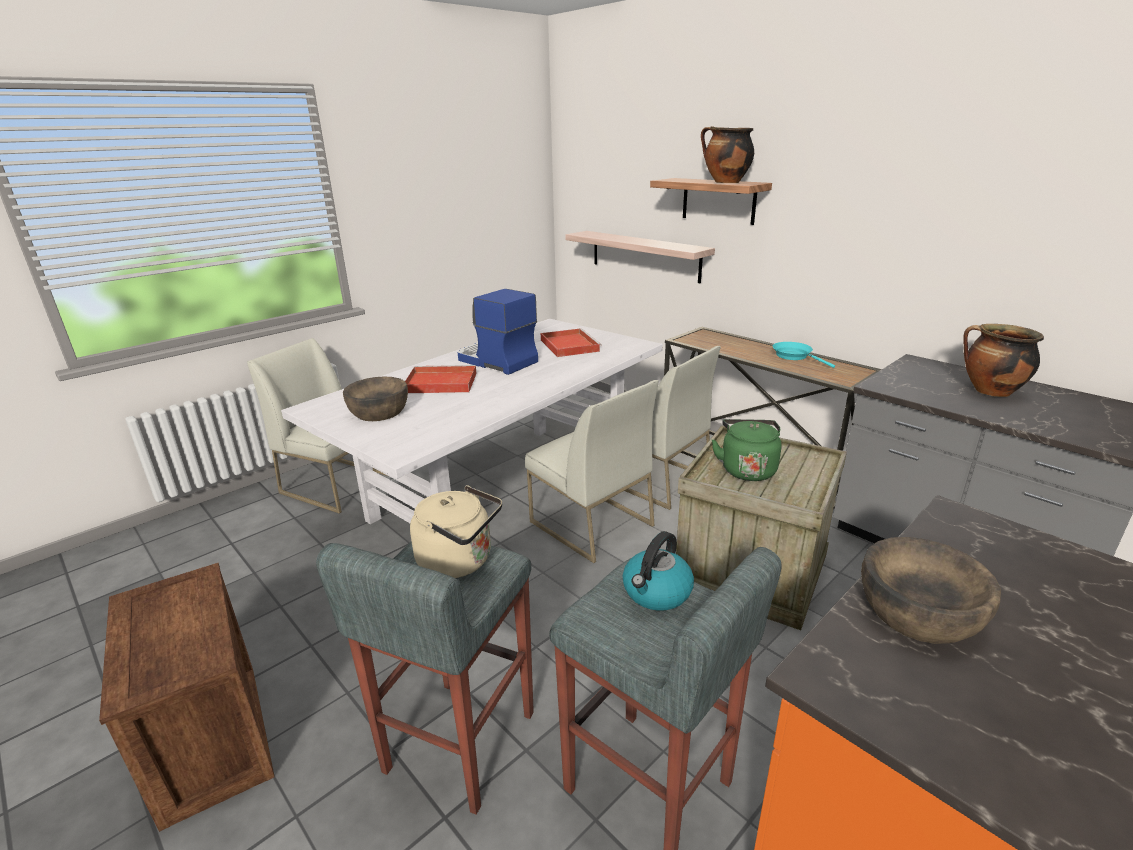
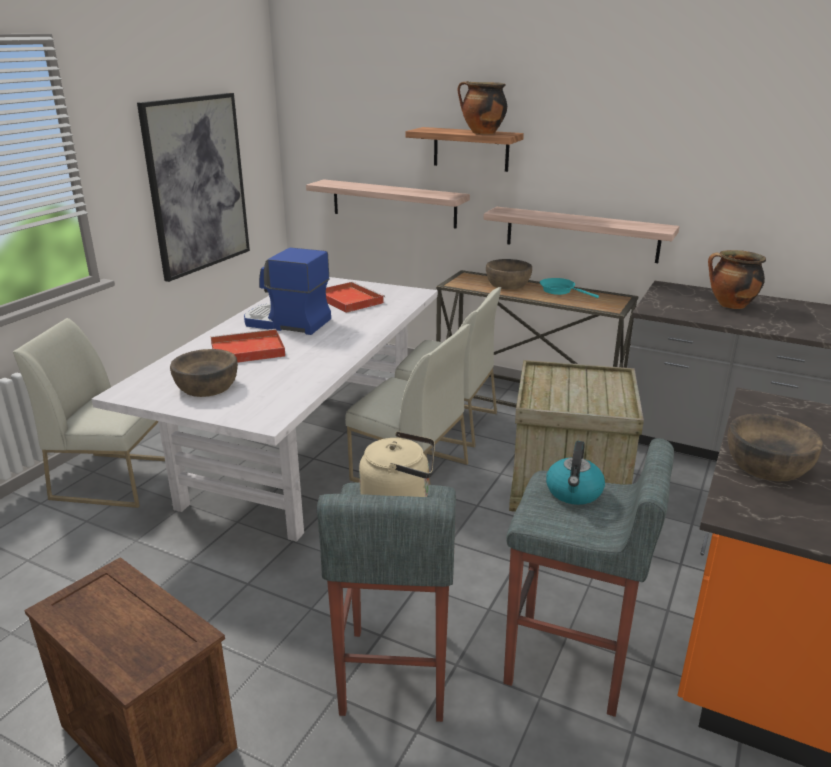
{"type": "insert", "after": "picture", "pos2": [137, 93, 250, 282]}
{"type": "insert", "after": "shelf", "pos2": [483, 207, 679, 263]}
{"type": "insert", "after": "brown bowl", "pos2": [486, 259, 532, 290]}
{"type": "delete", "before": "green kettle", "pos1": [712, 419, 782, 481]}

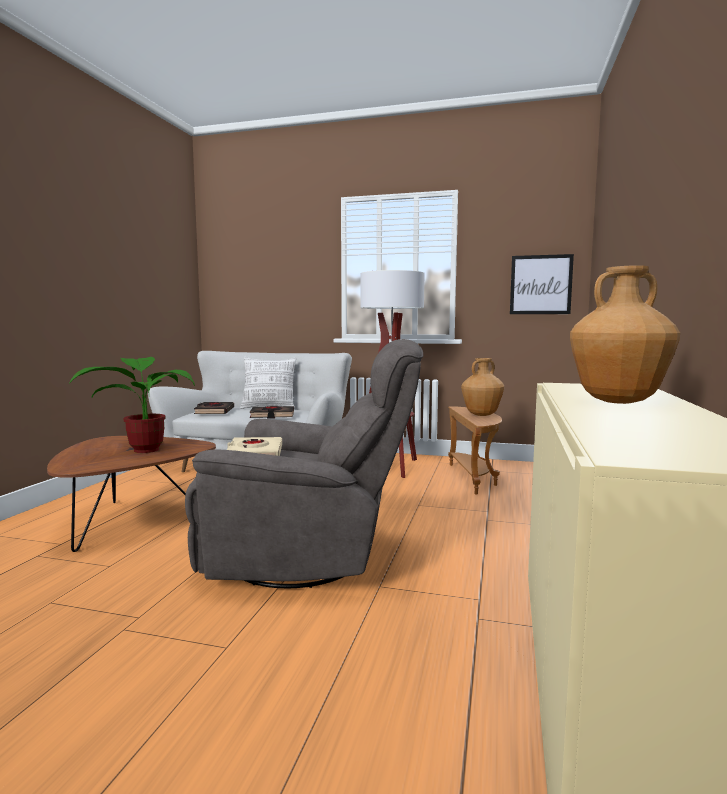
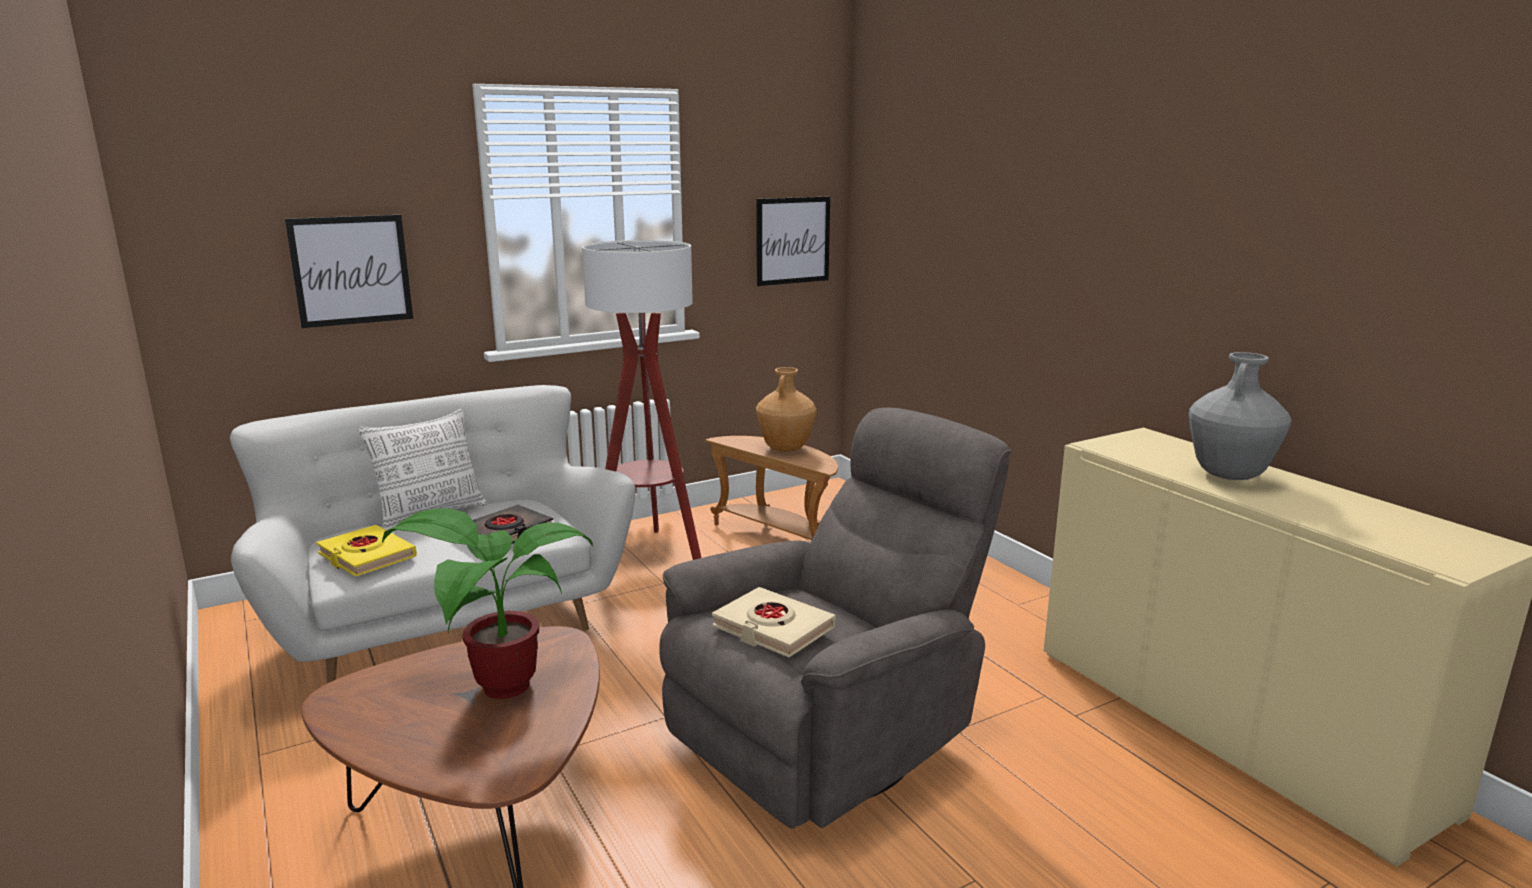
{"type": "insert", "after": "picture", "pos2": [285, 215, 413, 328]}
{"type": "recolor", "before": "black book", "after": "yellow book", "pos1": [194, 402, 234, 414], "pos2": [316, 525, 417, 577]}
{"type": "recolor", "before": "brown vase", "after": "grey vase", "pos1": [570, 265, 680, 404], "pos2": [1189, 352, 1292, 480]}

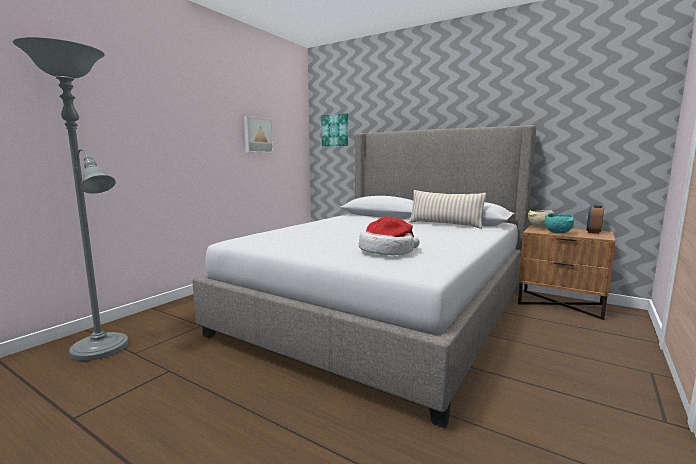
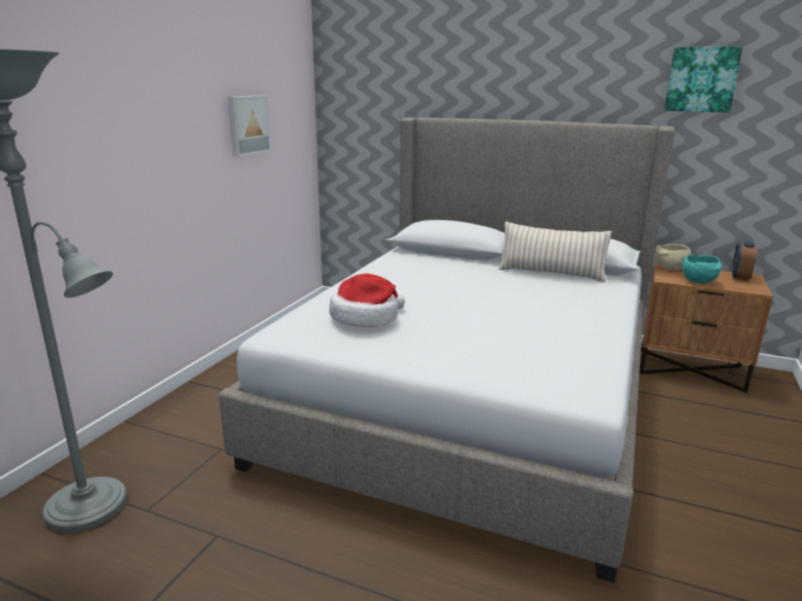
{"type": "move", "before": "hat", "pos1": [359, 217, 420, 255], "pos2": [329, 274, 405, 327]}
{"type": "move", "before": "picture", "pos1": [321, 113, 348, 146], "pos2": [665, 46, 743, 112]}

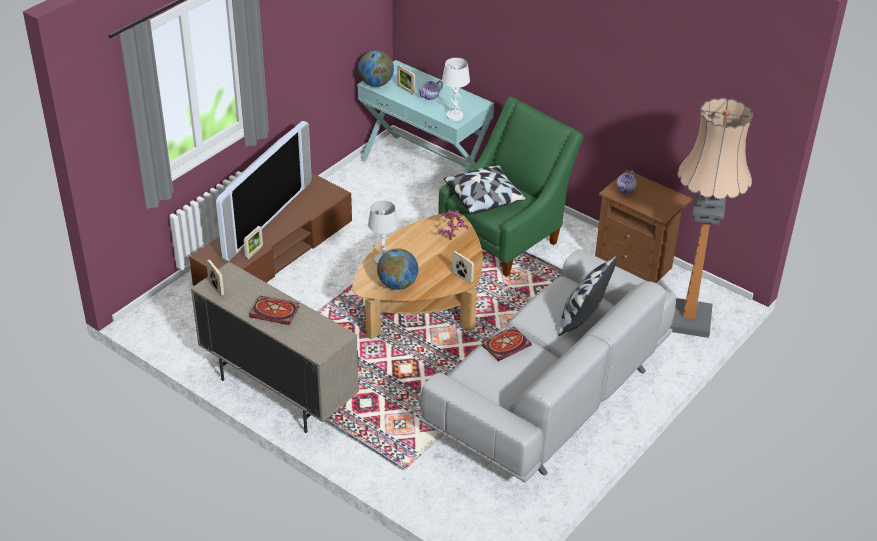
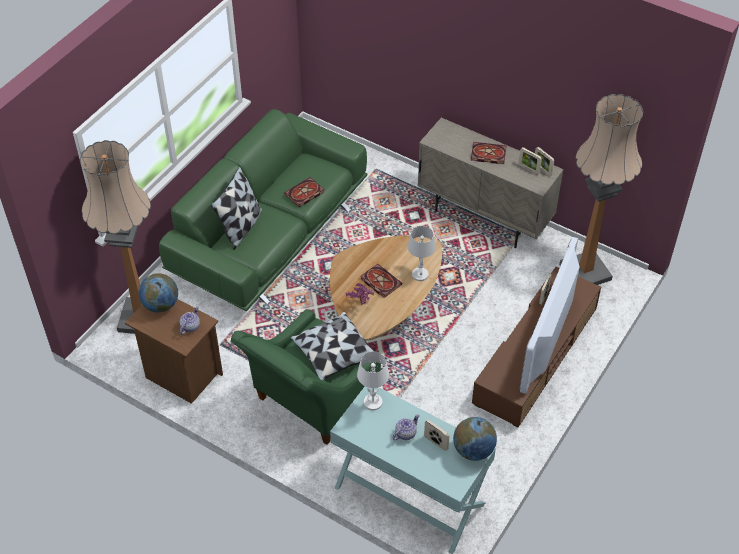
{"type": "move", "before": "globe", "pos1": [377, 249, 418, 290], "pos2": [139, 273, 178, 313]}
{"type": "recolor", "before": "grey sofa", "after": "green sofa", "pos1": [420, 249, 676, 483], "pos2": [159, 109, 368, 311]}
{"type": "insert", "after": "book", "pos2": [360, 264, 402, 298]}
{"type": "move", "before": "picture frame", "pos1": [452, 251, 474, 284], "pos2": [518, 147, 542, 175]}
{"type": "insert", "after": "floor lamp", "pos2": [559, 94, 643, 285]}

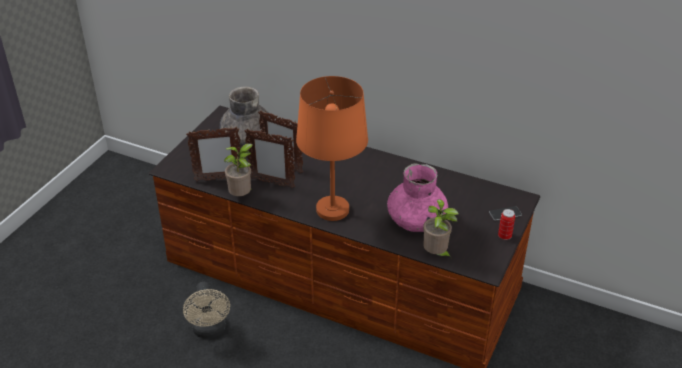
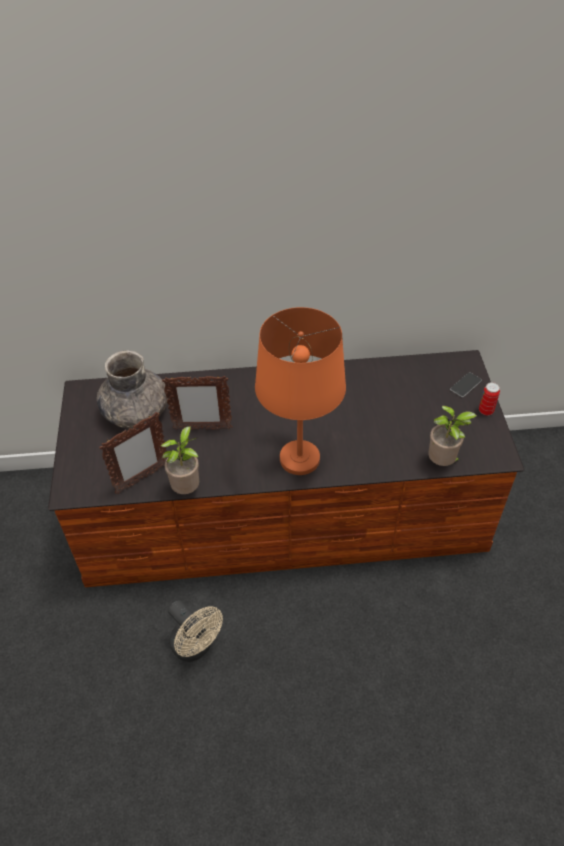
{"type": "delete", "before": "picture frame", "pos1": [244, 129, 295, 188]}
{"type": "delete", "before": "pink vase", "pos1": [387, 163, 448, 232]}

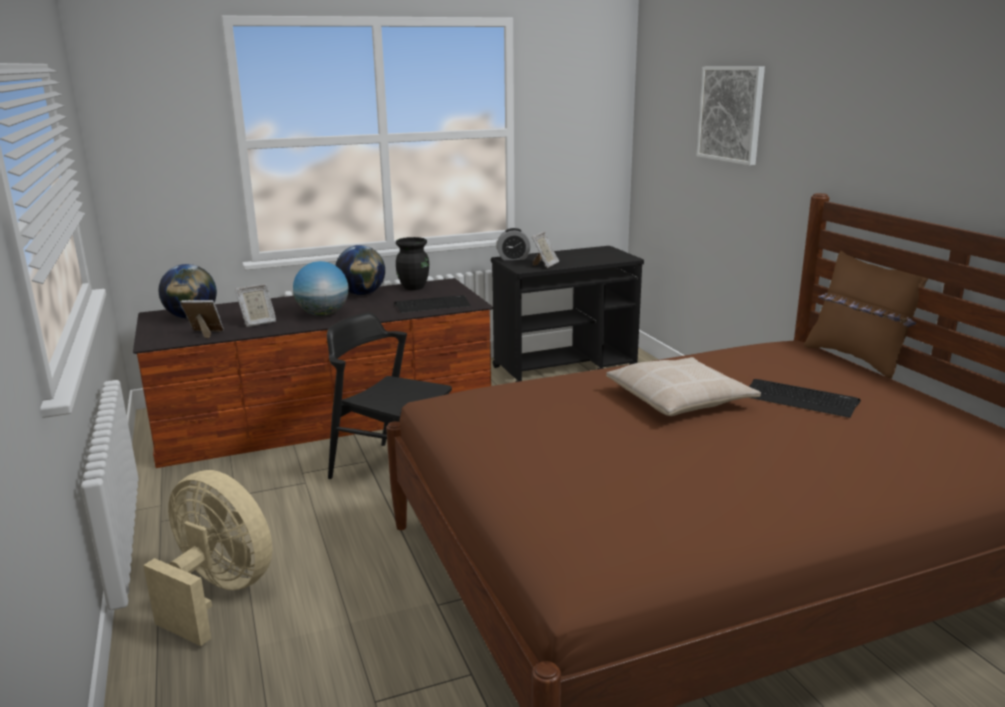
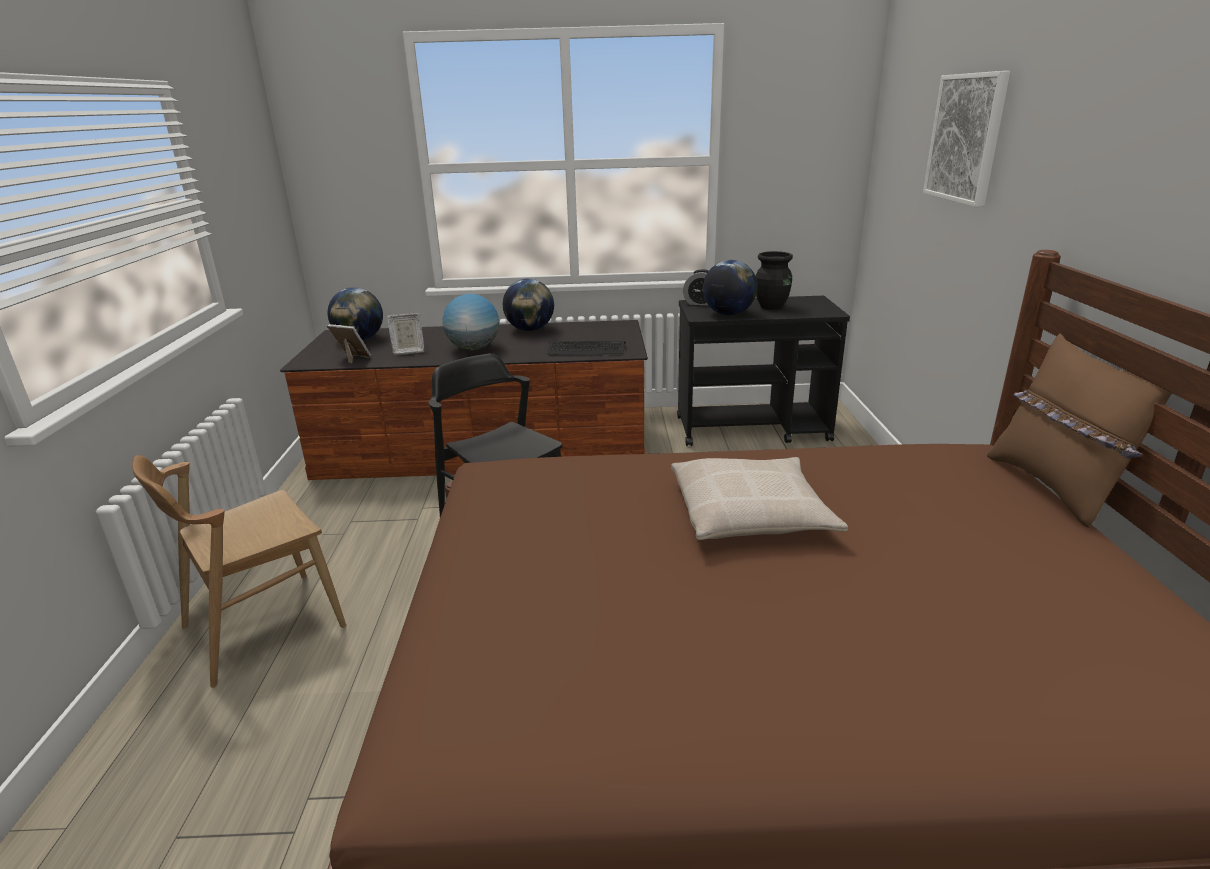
{"type": "replace", "before": "beige fan", "after": "brown chair", "pos1": [143, 470, 272, 646], "pos2": [132, 455, 346, 688]}
{"type": "replace", "before": "picture frame", "after": "globe", "pos1": [532, 232, 559, 268], "pos2": [703, 260, 758, 315]}
{"type": "move", "before": "black vase", "pos1": [396, 237, 429, 290], "pos2": [756, 251, 793, 310]}
{"type": "delete", "before": "keyboard", "pos1": [749, 379, 861, 418]}

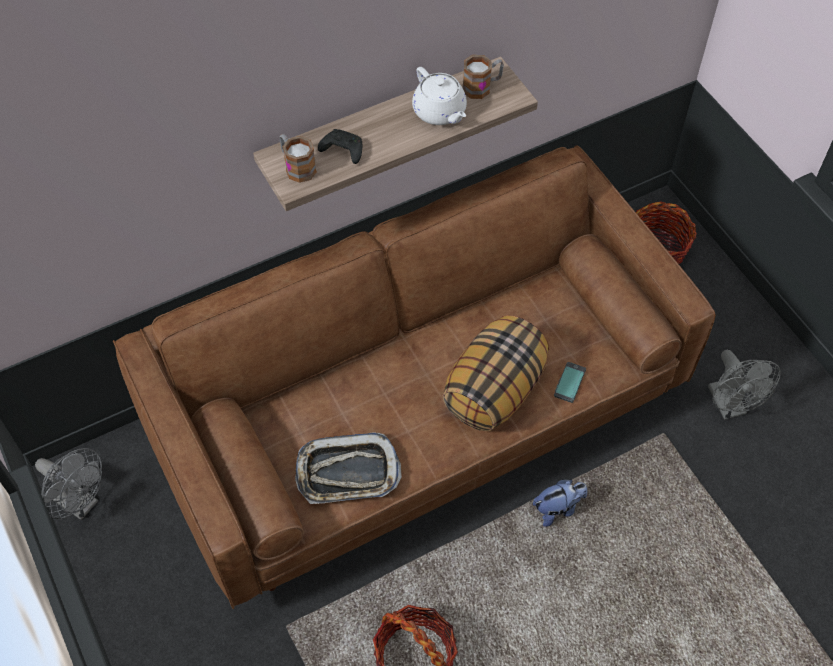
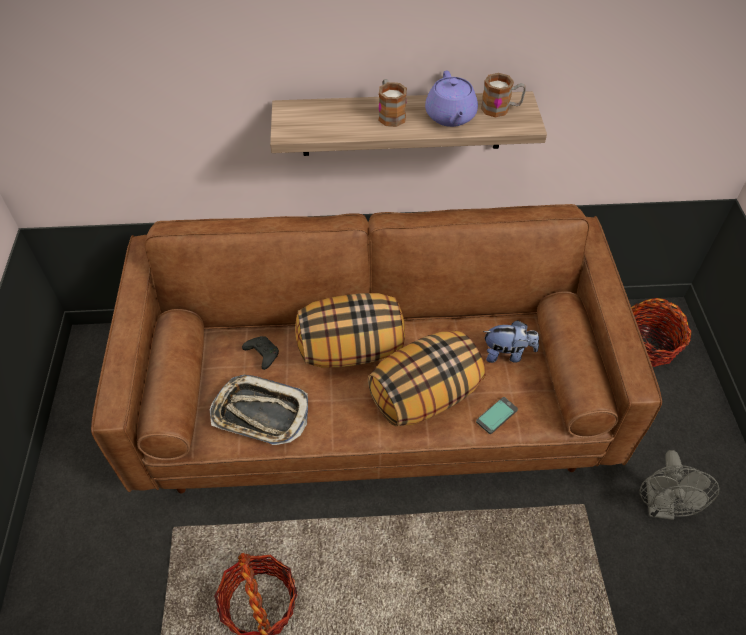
{"type": "move", "before": "black game controller", "pos1": [318, 129, 362, 164], "pos2": [242, 336, 279, 370]}
{"type": "insert", "after": "pillow", "pos2": [295, 293, 405, 367]}
{"type": "move", "before": "mug", "pos1": [279, 134, 317, 183], "pos2": [378, 79, 407, 127]}
{"type": "recolor", "before": "white teapot", "after": "purple teapot", "pos1": [412, 67, 467, 125], "pos2": [425, 70, 478, 127]}
{"type": "move", "before": "plush toy", "pos1": [533, 479, 587, 527], "pos2": [483, 320, 539, 363]}
{"type": "delete", "before": "grey fan", "pos1": [35, 448, 102, 520]}

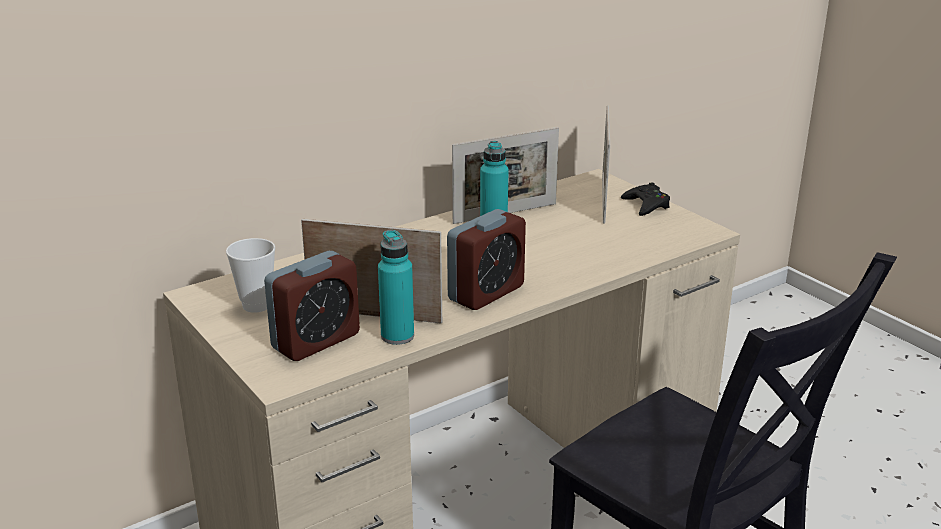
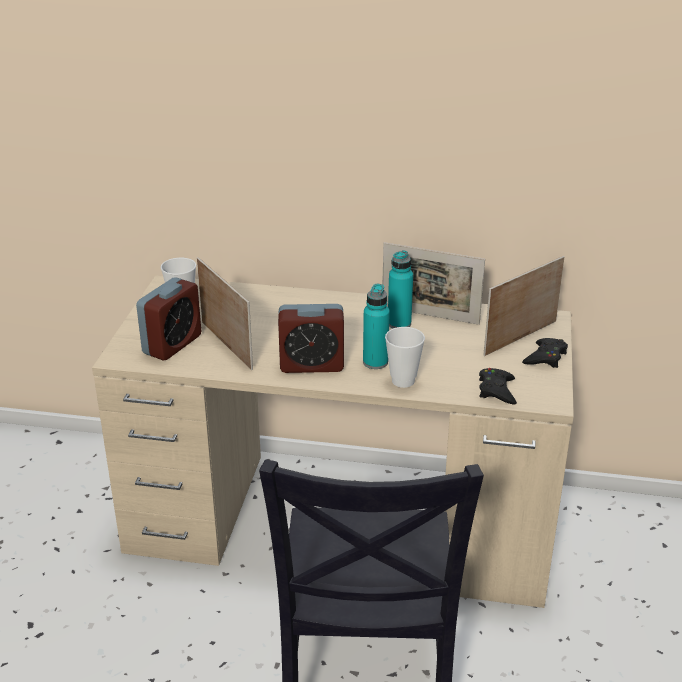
{"type": "rotate", "before": "alarm clock", "pos1": [264, 251, 360, 361], "pos2": [136, 277, 201, 360], "turn": -60}
{"type": "move", "before": "turquoise bottle", "pos1": [378, 230, 414, 345], "pos2": [363, 284, 390, 369]}
{"type": "insert", "after": "cup", "pos2": [385, 327, 425, 388]}
{"type": "insert", "after": "black game controller", "pos2": [479, 368, 517, 404]}

